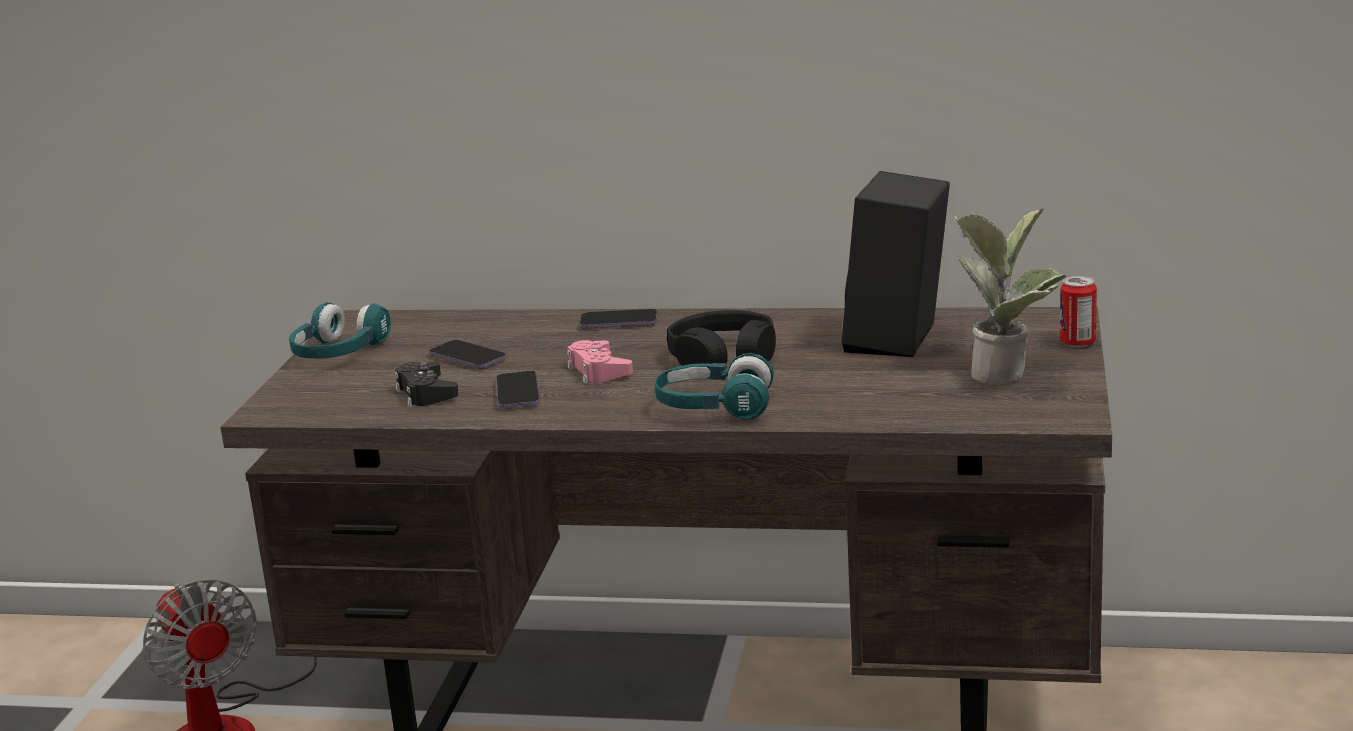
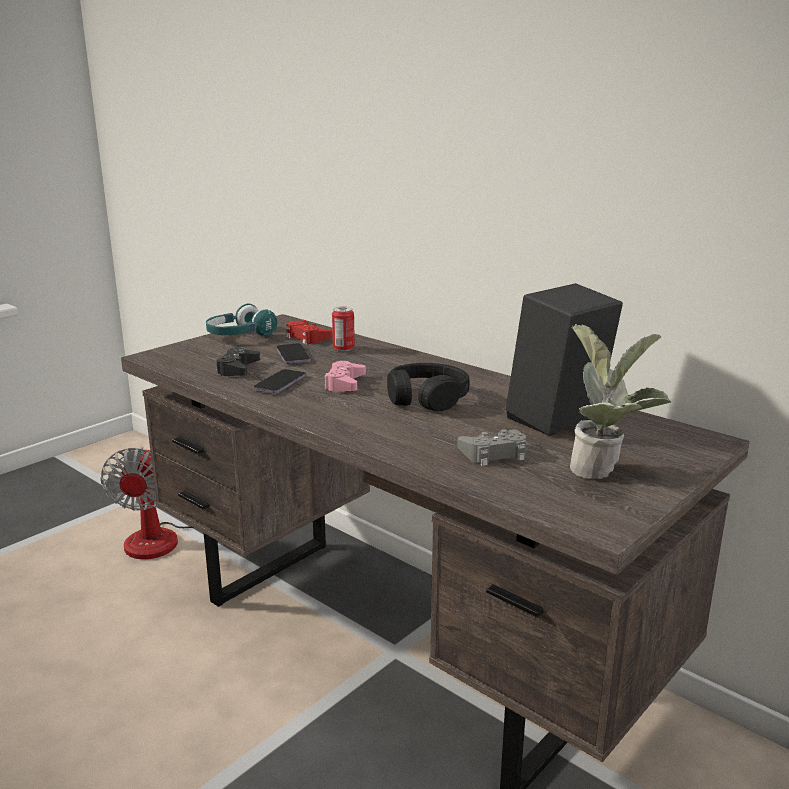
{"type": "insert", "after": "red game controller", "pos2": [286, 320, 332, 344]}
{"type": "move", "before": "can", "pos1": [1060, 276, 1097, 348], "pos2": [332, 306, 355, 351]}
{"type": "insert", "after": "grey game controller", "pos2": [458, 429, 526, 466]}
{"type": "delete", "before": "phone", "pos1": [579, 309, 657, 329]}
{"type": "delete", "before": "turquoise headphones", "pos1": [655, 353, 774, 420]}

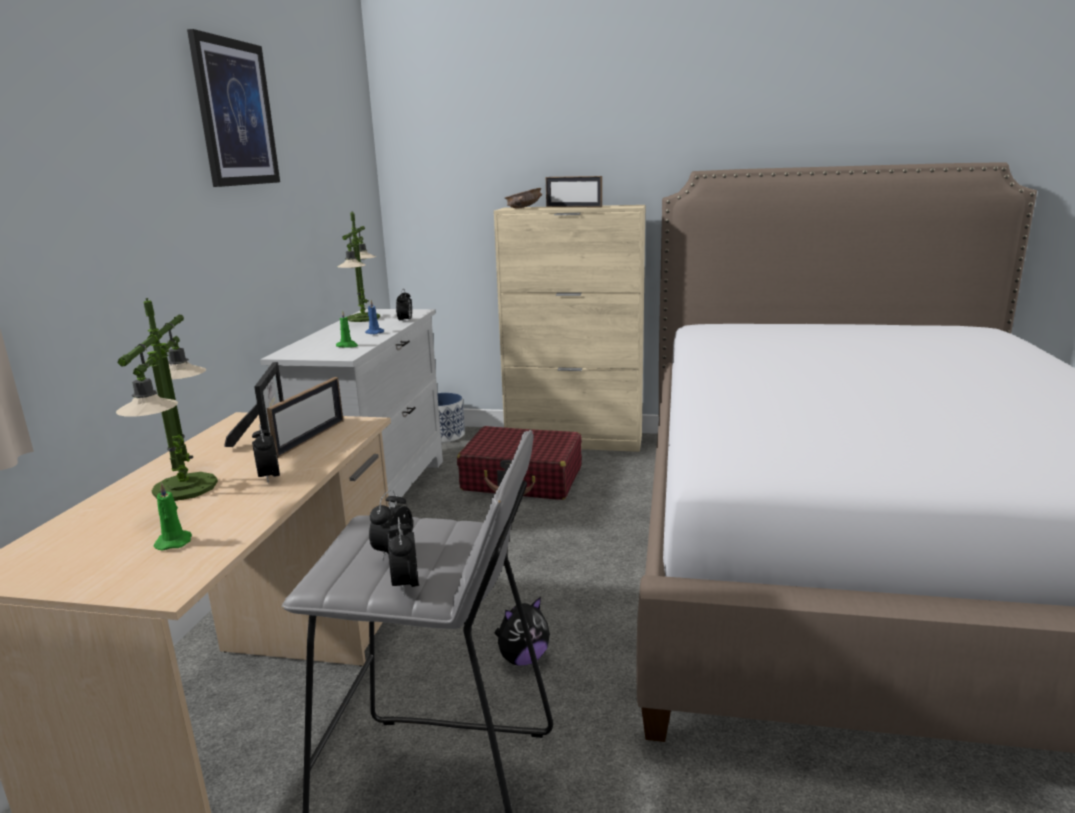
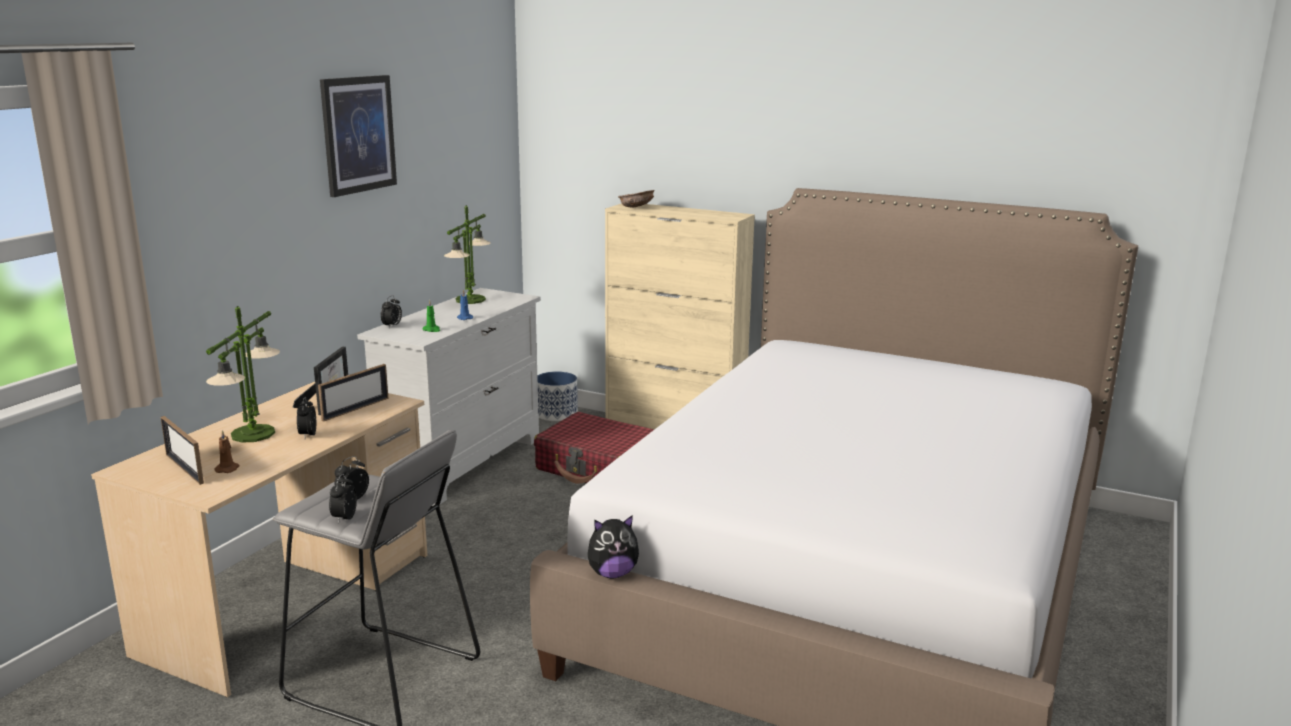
{"type": "move", "before": "picture frame", "pos1": [546, 176, 602, 207], "pos2": [161, 416, 204, 485]}
{"type": "recolor", "before": "green candle", "after": "brown candle", "pos1": [154, 482, 192, 550], "pos2": [214, 430, 239, 473]}
{"type": "move", "before": "alarm clock", "pos1": [396, 289, 412, 320], "pos2": [381, 295, 402, 328]}
{"type": "move", "before": "plush toy", "pos1": [494, 597, 550, 666], "pos2": [588, 515, 639, 579]}

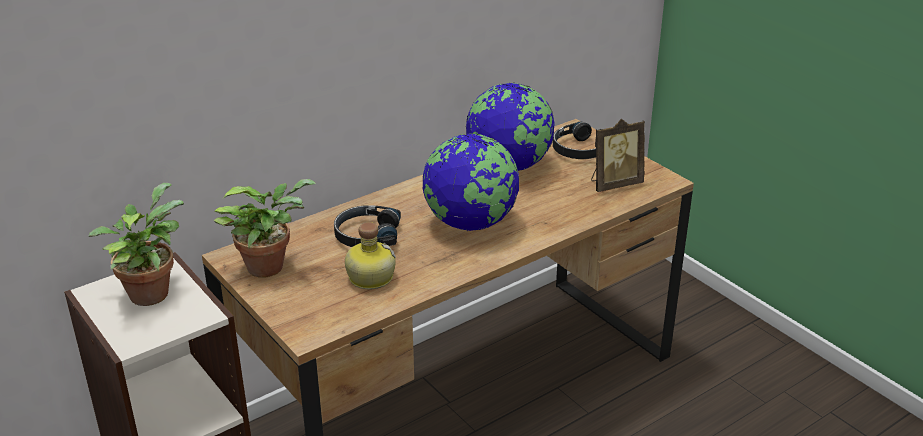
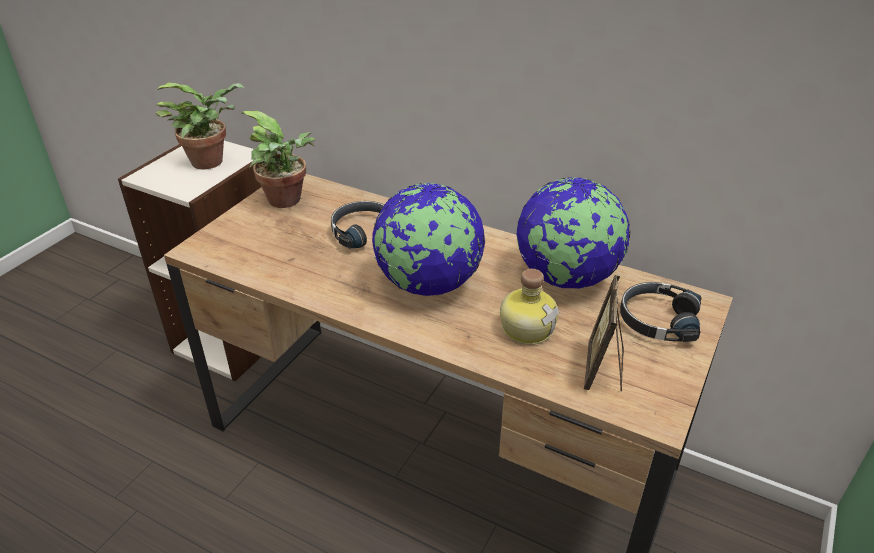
{"type": "move", "before": "bottle", "pos1": [345, 222, 396, 289], "pos2": [500, 269, 559, 345]}
{"type": "rotate", "before": "picture frame", "pos1": [591, 119, 645, 192], "pos2": [584, 275, 624, 391], "turn": 60}

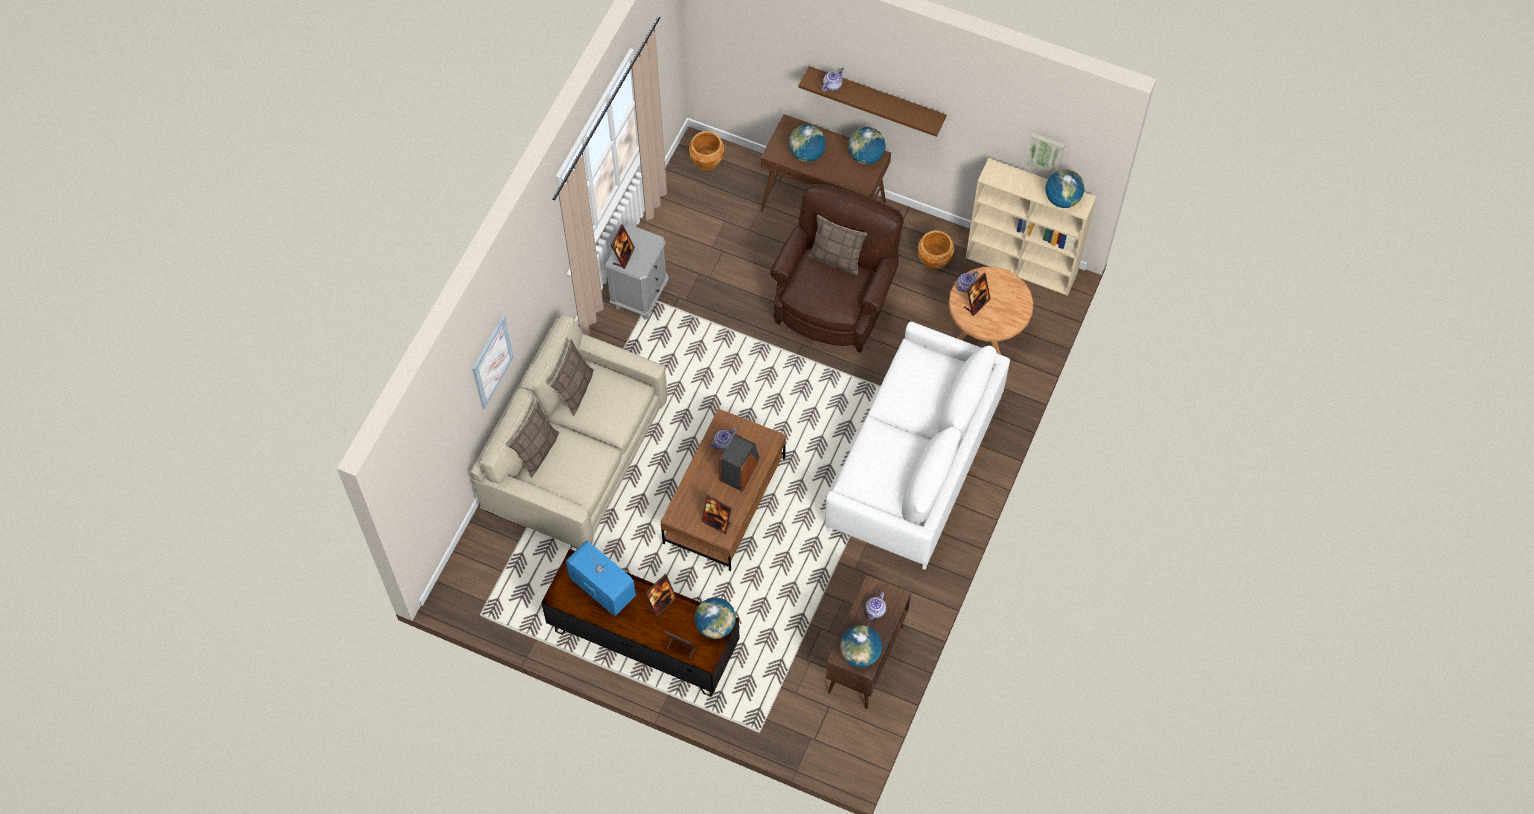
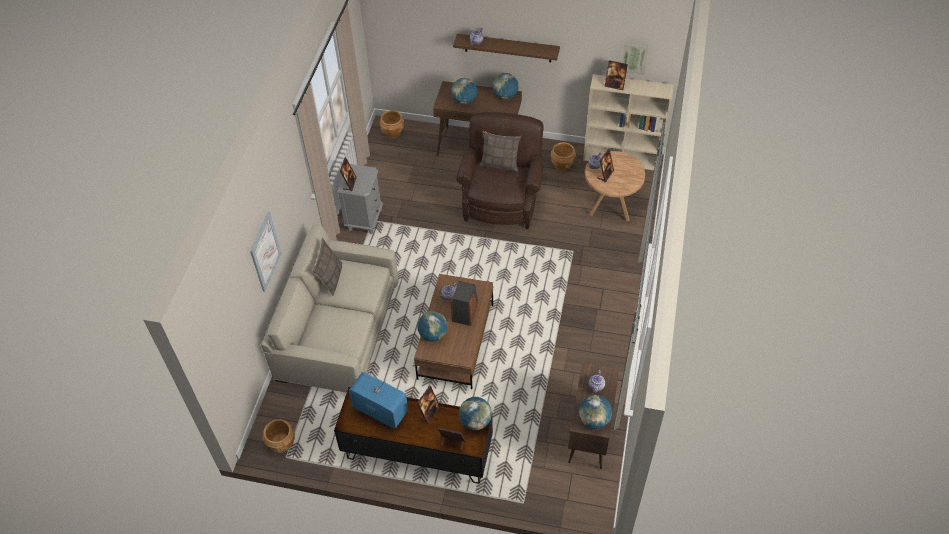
{"type": "insert", "after": "brown planter", "pos2": [262, 419, 295, 453]}
{"type": "move", "before": "globe", "pos1": [1046, 169, 1084, 208], "pos2": [417, 311, 448, 342]}
{"type": "move", "before": "picture frame", "pos1": [702, 495, 731, 534], "pos2": [605, 60, 628, 90]}
{"type": "delete", "before": "pillow", "pos1": [508, 401, 559, 478]}
{"type": "delete", "before": "white sofa", "pos1": [825, 321, 1010, 570]}

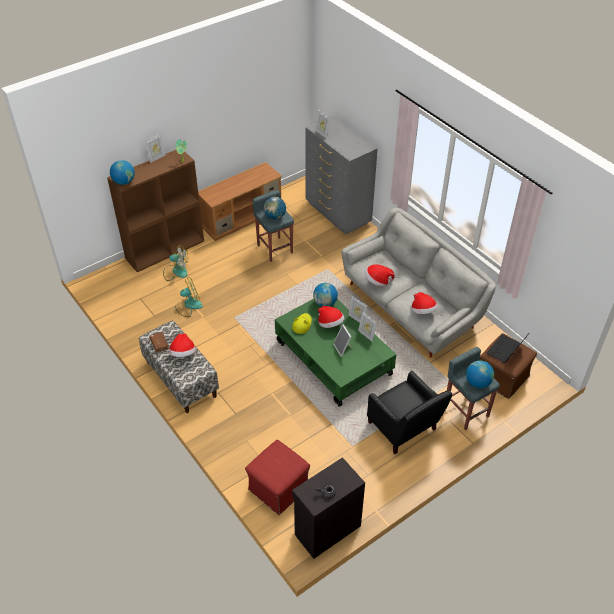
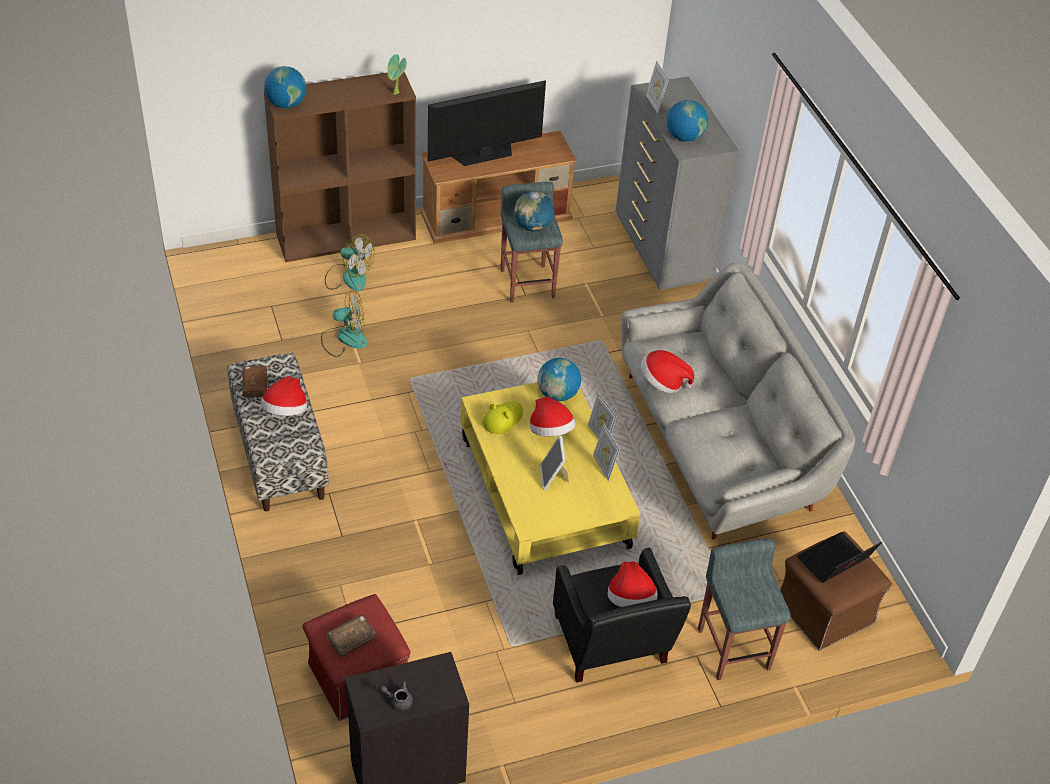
{"type": "insert", "after": "brown book", "pos2": [326, 614, 376, 657]}
{"type": "insert", "after": "television", "pos2": [428, 80, 546, 166]}
{"type": "recolor", "before": "green coffee table", "after": "yellow coffee table", "pos1": [275, 299, 397, 407], "pos2": [460, 382, 641, 575]}
{"type": "move", "before": "hat", "pos1": [412, 292, 438, 314], "pos2": [608, 561, 658, 607]}
{"type": "move", "before": "globe", "pos1": [466, 361, 494, 388], "pos2": [667, 100, 708, 142]}
{"type": "delete", "before": "picture frame", "pos1": [145, 134, 166, 163]}

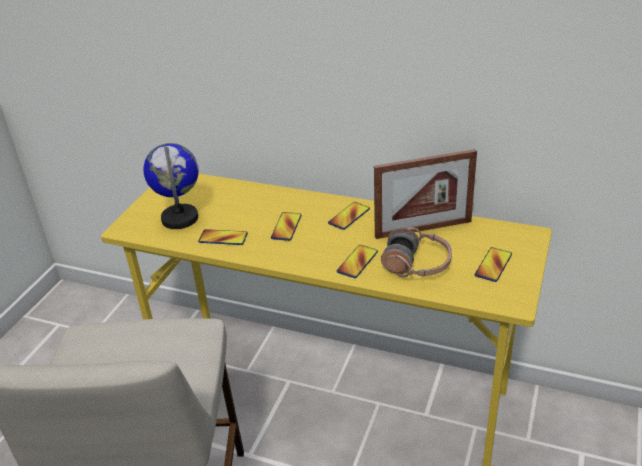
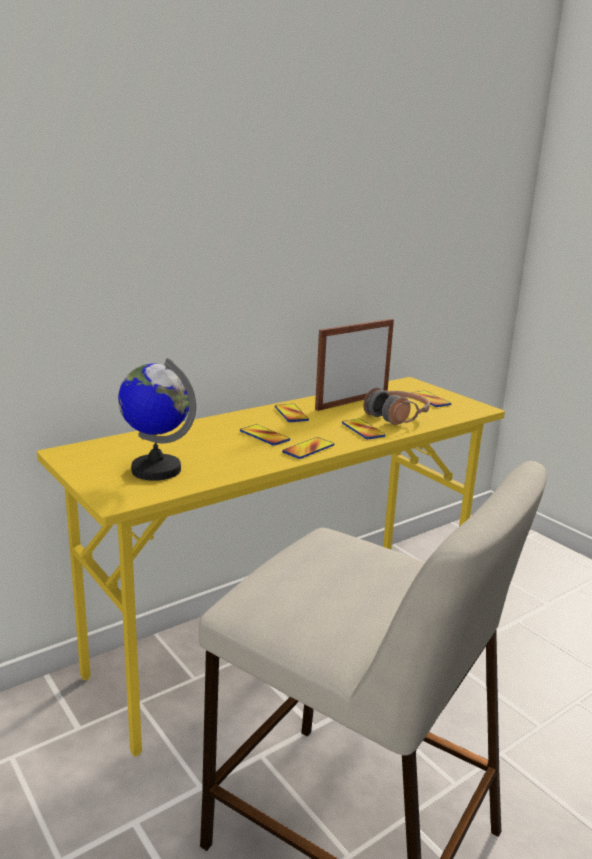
{"type": "move", "before": "phone", "pos1": [198, 229, 248, 245], "pos2": [282, 437, 334, 459]}
{"type": "rotate", "before": "picture frame", "pos1": [374, 149, 477, 239], "pos2": [315, 319, 394, 411], "turn": -150}

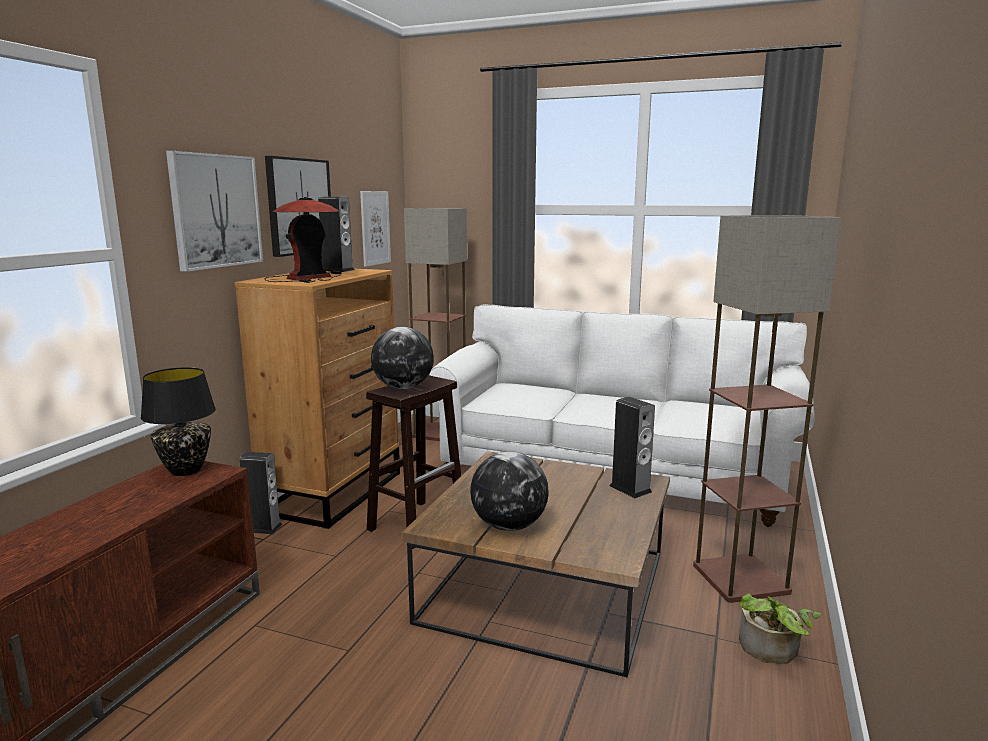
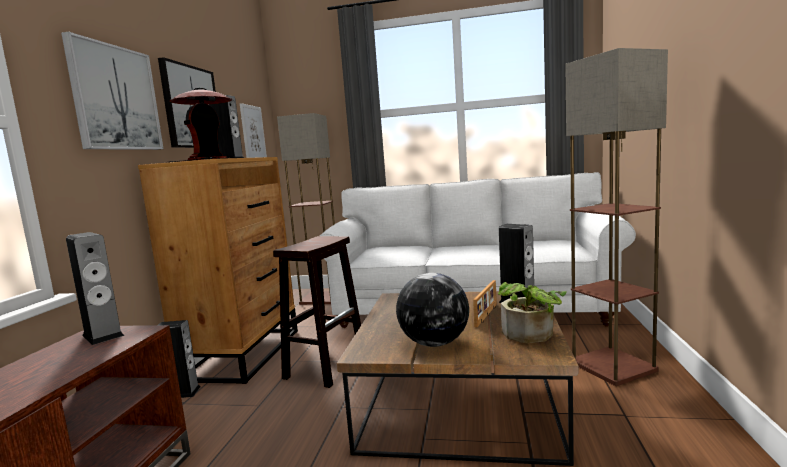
{"type": "replace", "before": "black table lamp", "after": "speaker", "pos1": [141, 367, 216, 476], "pos2": [66, 232, 124, 345]}
{"type": "insert", "after": "picture frame", "pos2": [473, 280, 497, 327]}
{"type": "move", "before": "potted plant", "pos1": [739, 594, 821, 664], "pos2": [498, 282, 567, 343]}
{"type": "delete", "before": "globe", "pos1": [371, 327, 434, 389]}

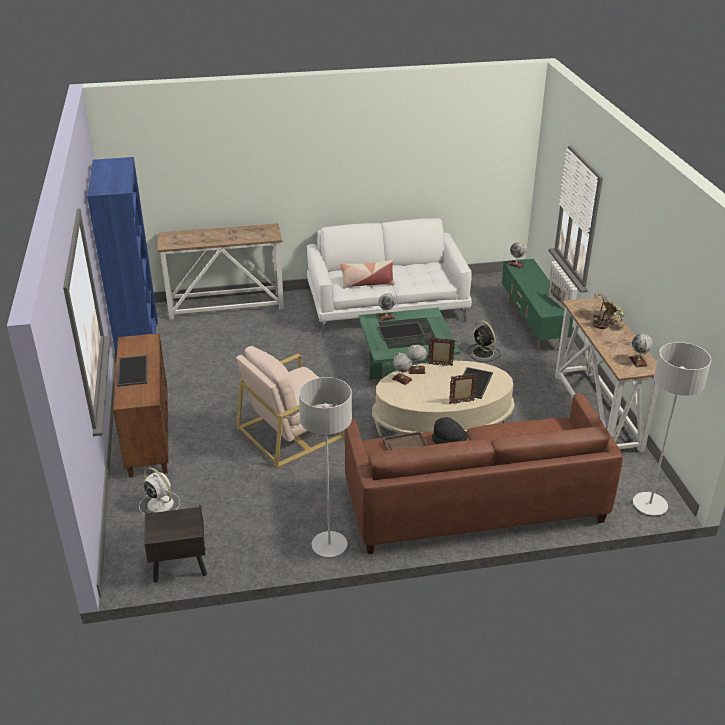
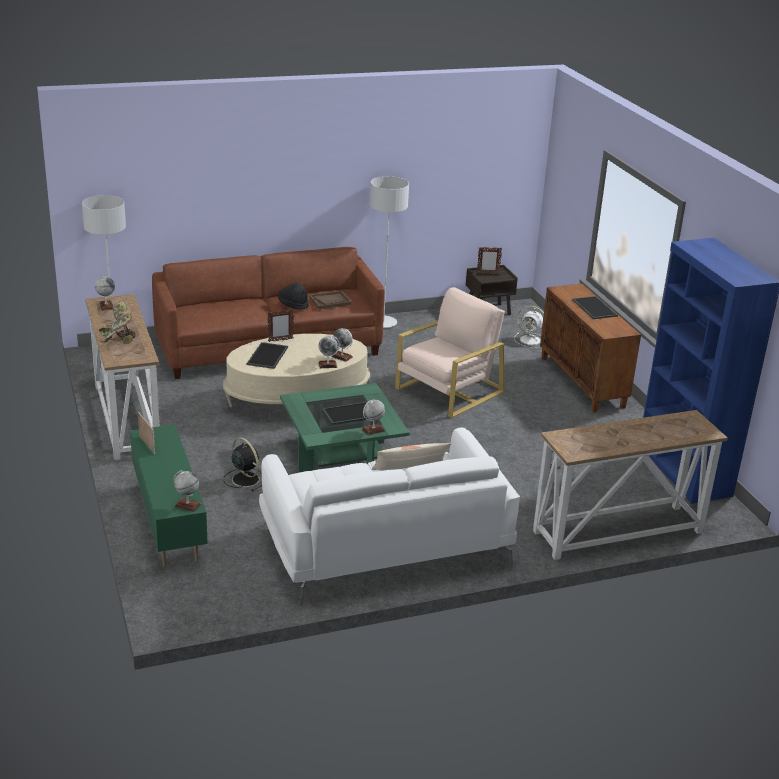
{"type": "move", "before": "picture frame", "pos1": [428, 337, 455, 366], "pos2": [477, 247, 502, 274]}

